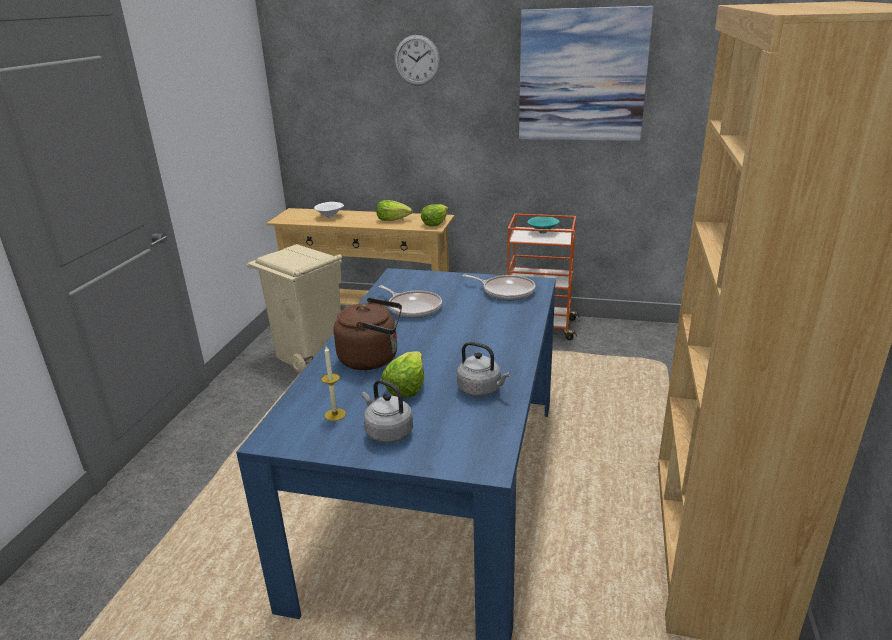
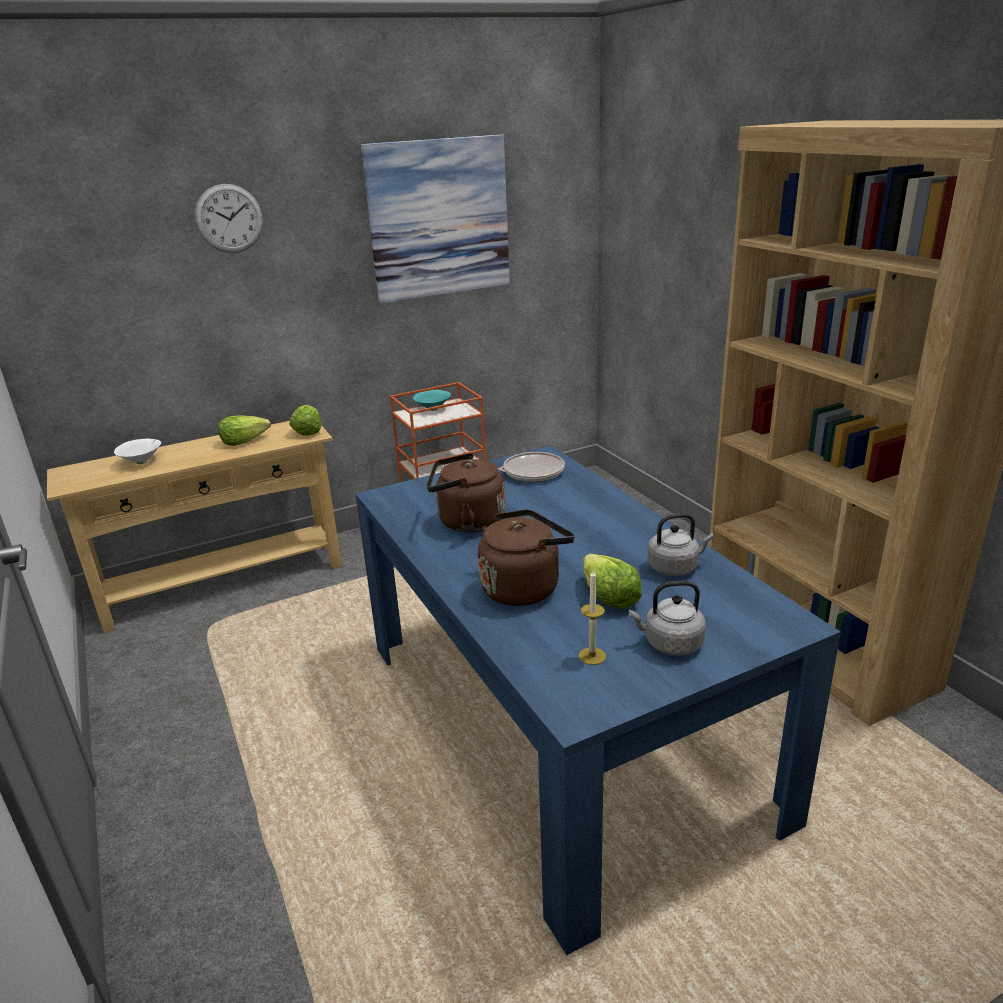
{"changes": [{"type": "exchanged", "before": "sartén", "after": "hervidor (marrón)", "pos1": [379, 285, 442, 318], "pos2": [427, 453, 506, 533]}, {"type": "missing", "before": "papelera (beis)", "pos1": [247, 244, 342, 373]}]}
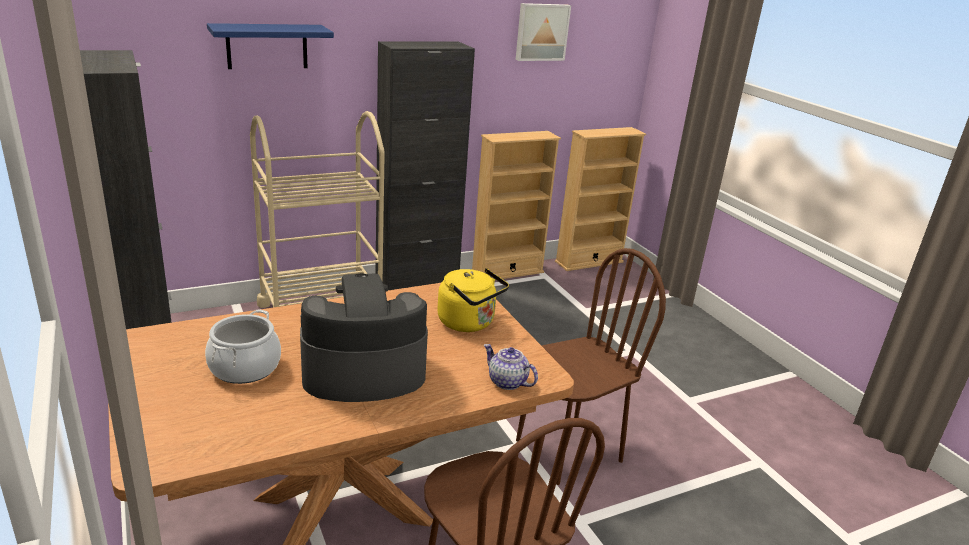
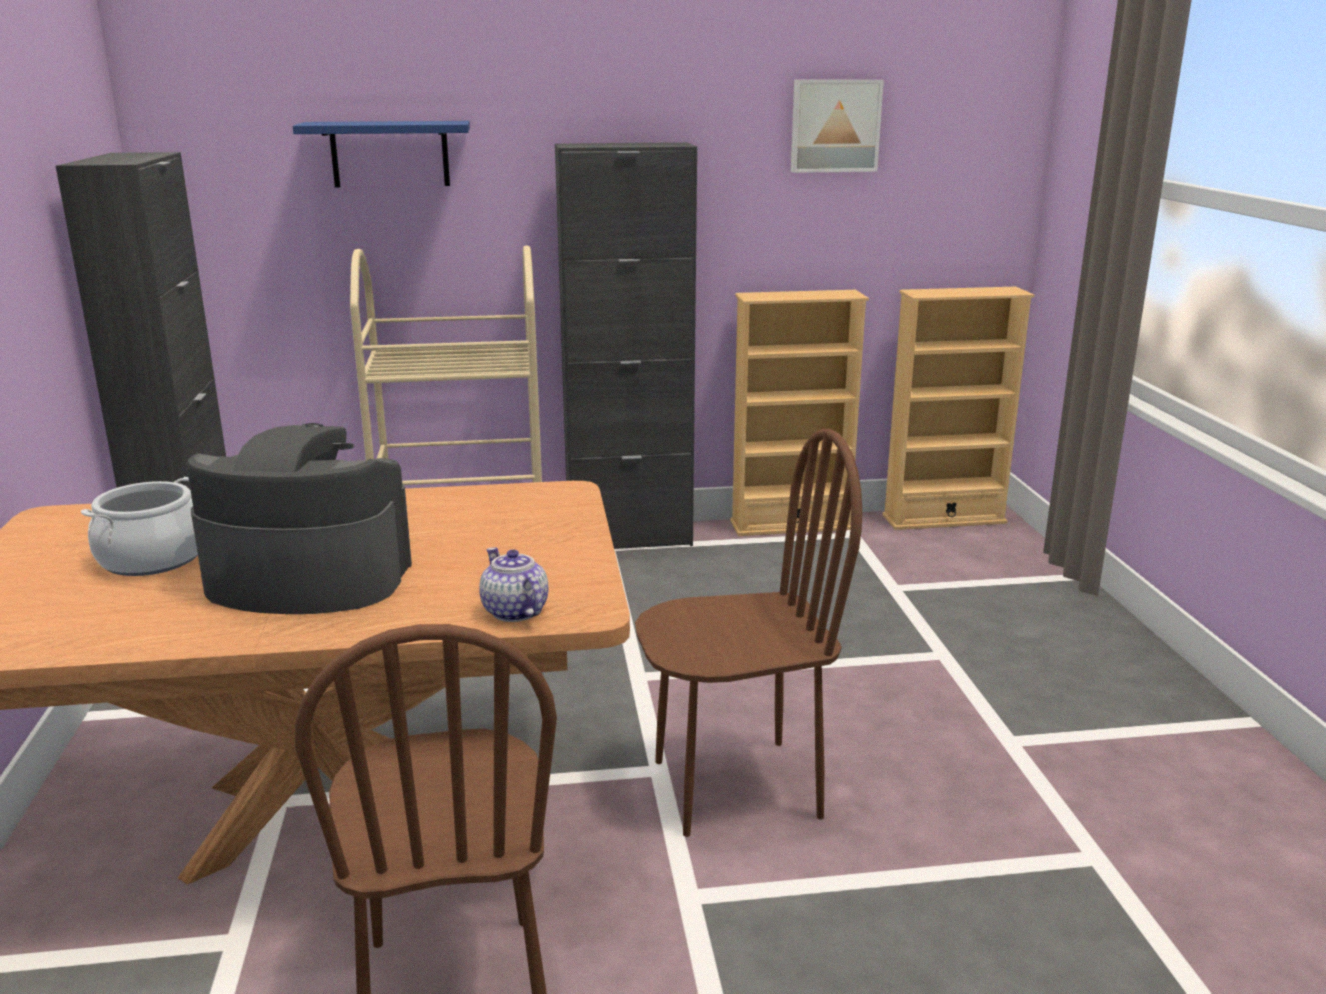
{"changes": [{"type": "missing", "before": "hervidor (amarillo)", "pos1": [437, 268, 509, 332]}]}
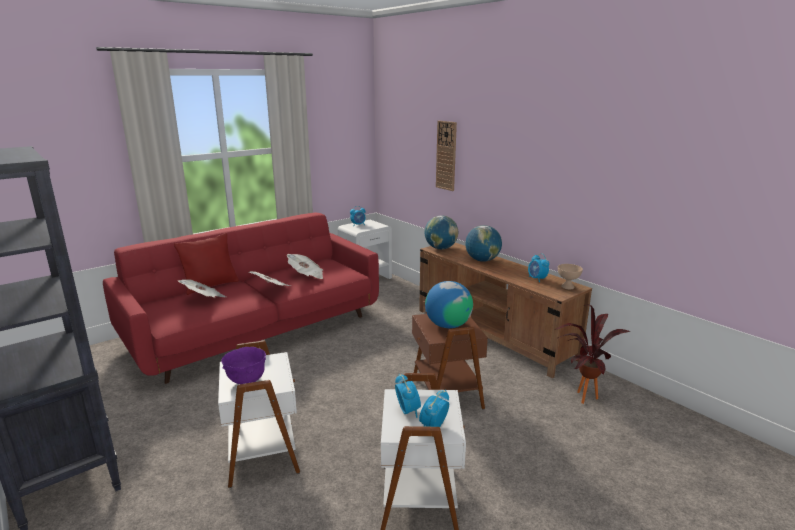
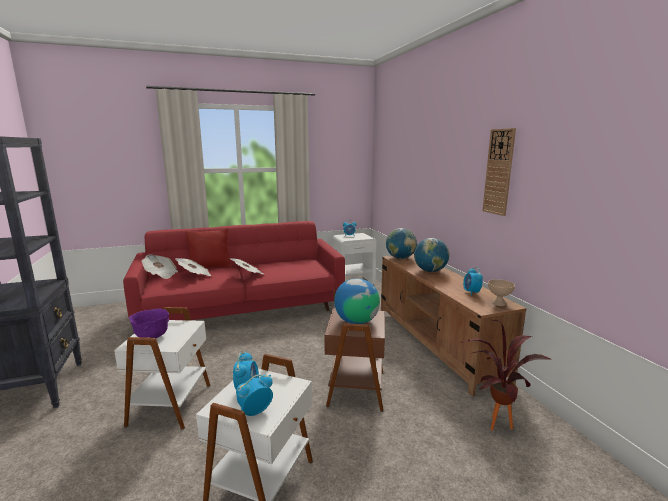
{"changes": [{"type": "relocated", "before": "periódico", "pos1": [287, 254, 323, 279], "pos2": [141, 255, 178, 279]}, {"type": "relocated", "before": "reloj de pared", "pos1": [436, 121, 457, 191], "pos2": [482, 128, 516, 216]}]}
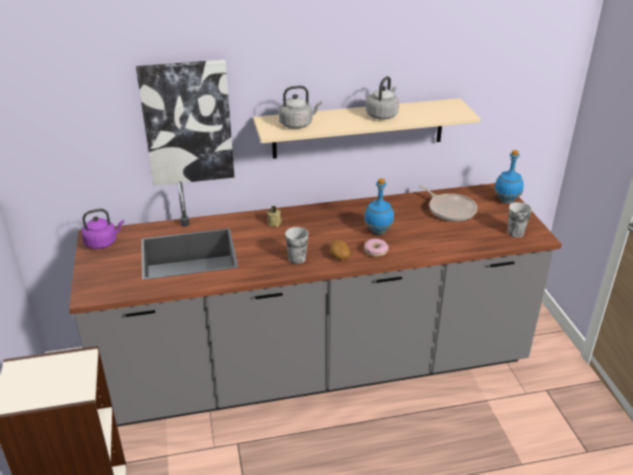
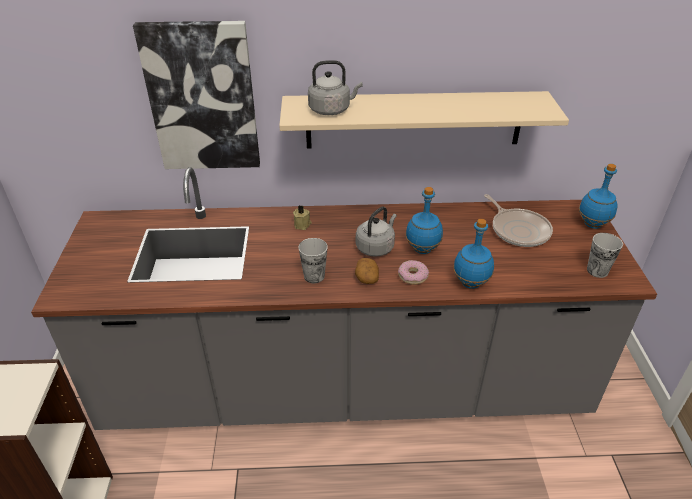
{"changes": [{"type": "relocated", "before": "hervidor (gris)", "pos1": [366, 76, 399, 120], "pos2": [356, 206, 397, 257]}, {"type": "appeared", "after": "botella (azul)", "pos2": [453, 219, 494, 289]}, {"type": "missing", "before": "hervidor (morado)", "pos1": [81, 209, 124, 249]}]}
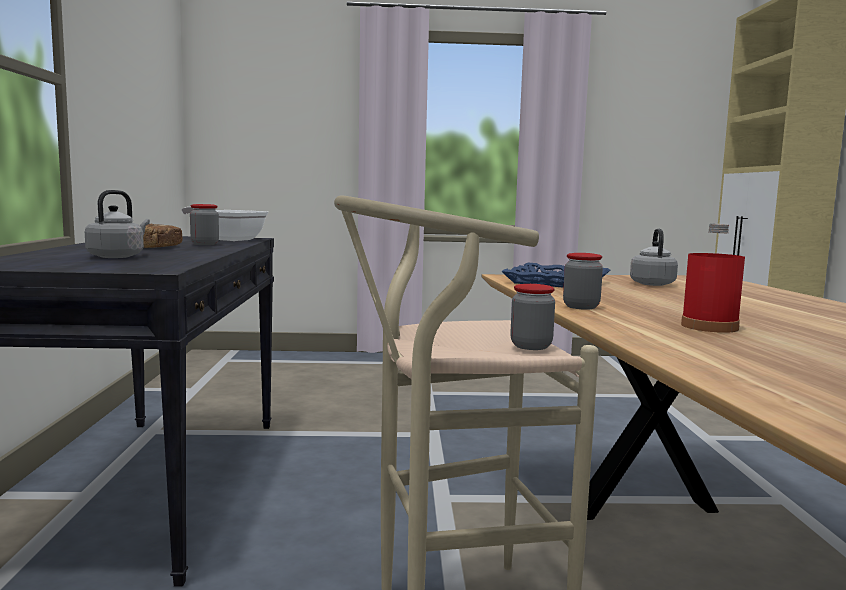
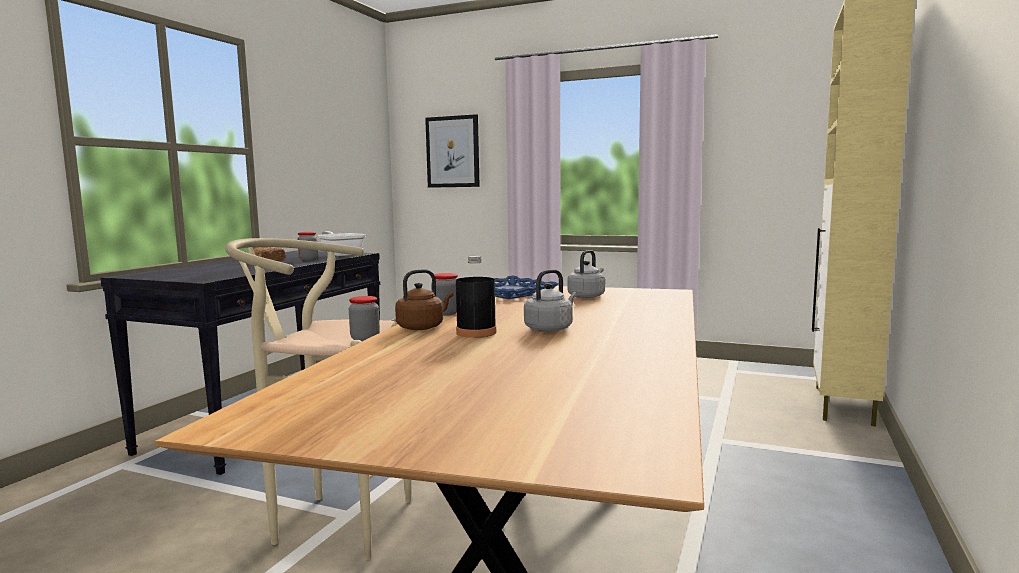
{"changes": [{"type": "appeared", "after": "hervidor (marrón)", "pos2": [395, 269, 454, 330]}, {"type": "appeared", "after": "cuadro", "pos2": [425, 114, 480, 188]}, {"type": "colour", "before": "botella (rojo)", "after": "botella (negro)", "pos1": [681, 224, 745, 333], "pos2": [456, 256, 497, 338]}, {"type": "relocated", "before": "hervidor (gris)", "pos1": [85, 190, 150, 258], "pos2": [524, 269, 577, 332]}]}
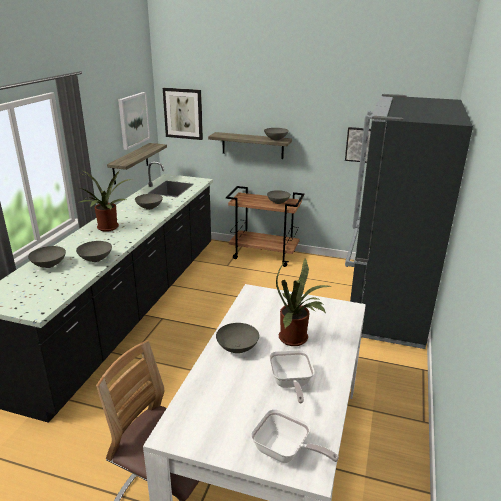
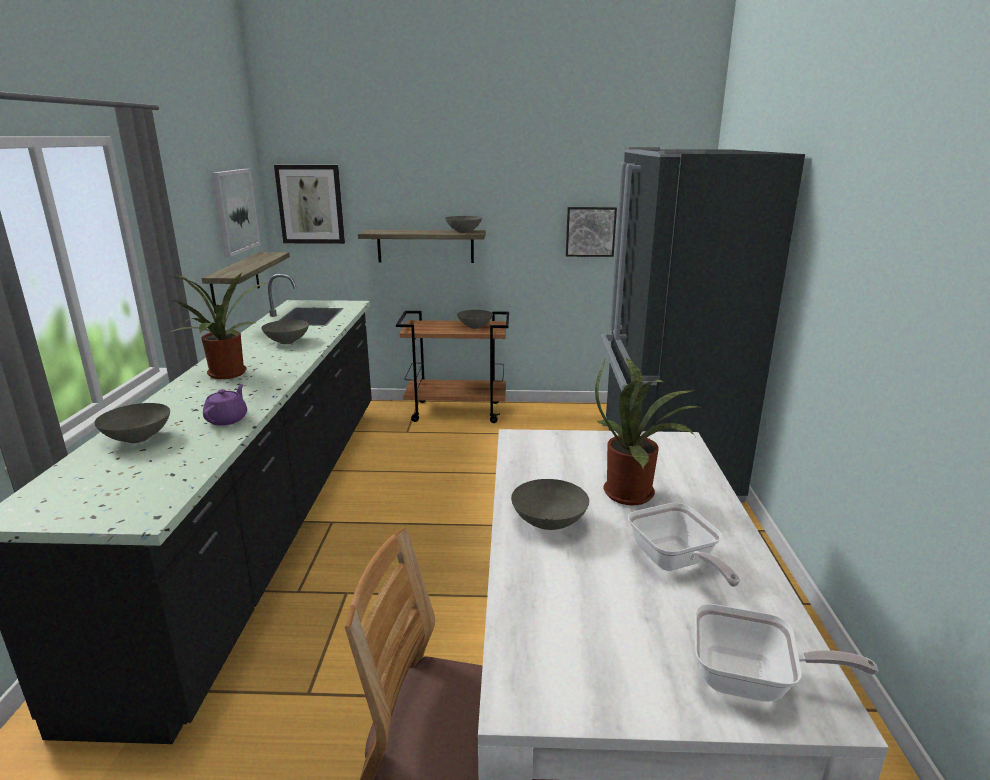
{"changes": [{"type": "exchanged", "before": "cuenco (gris)", "after": "tetera (morado)", "pos1": [76, 241, 112, 262], "pos2": [203, 384, 247, 426]}]}
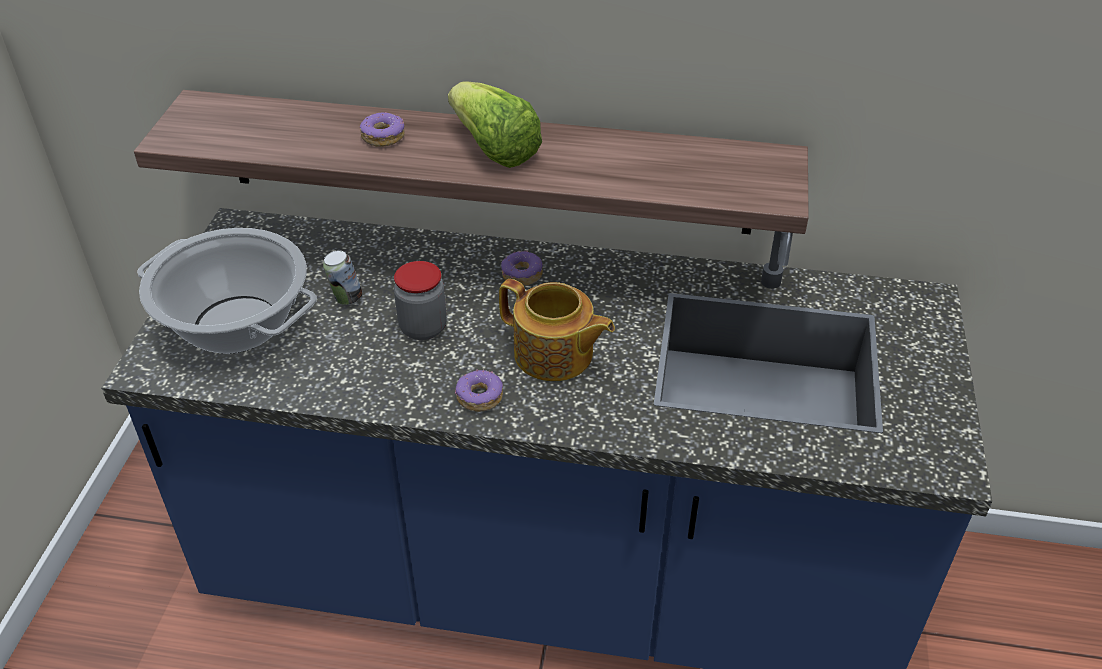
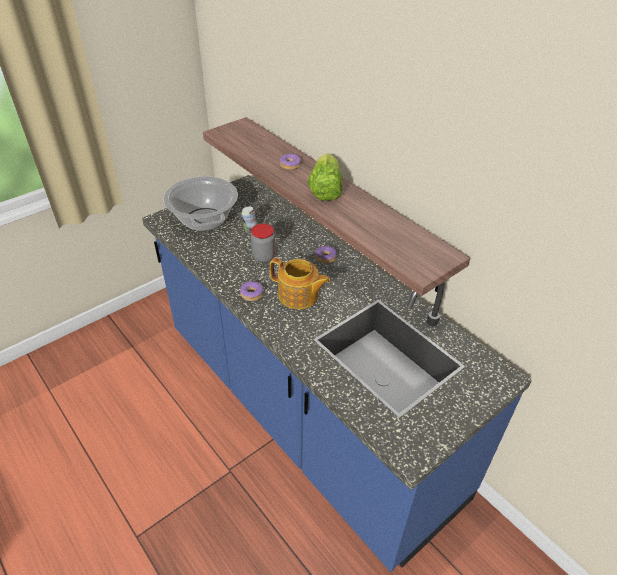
{"changes": [{"type": "spun", "before": "tetera", "pos1": [499, 279, 615, 381], "pos2": [270, 258, 330, 309], "turn": -45}]}
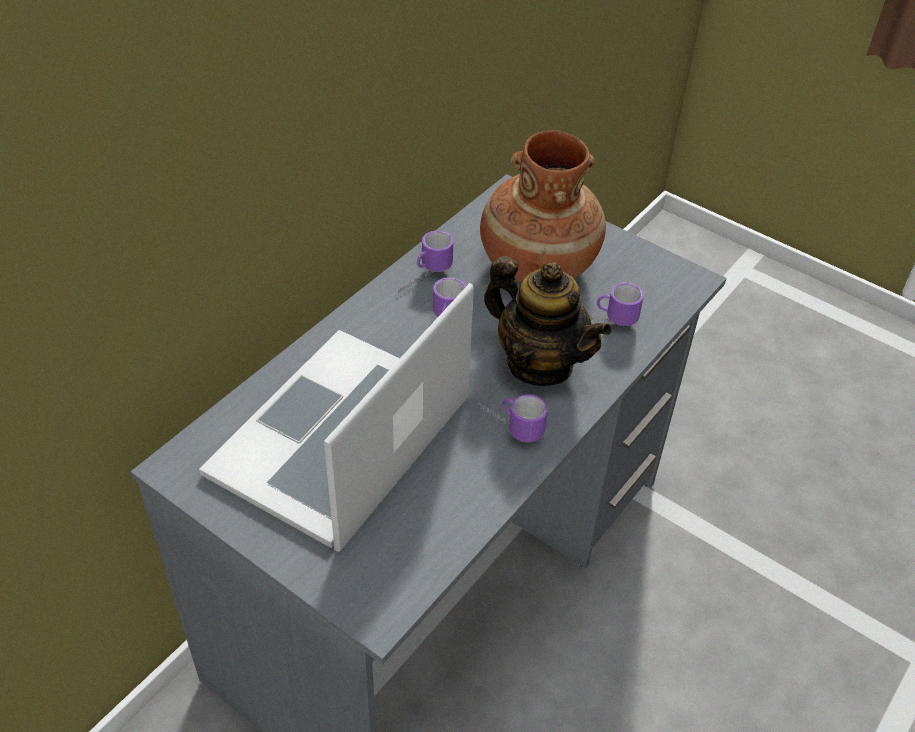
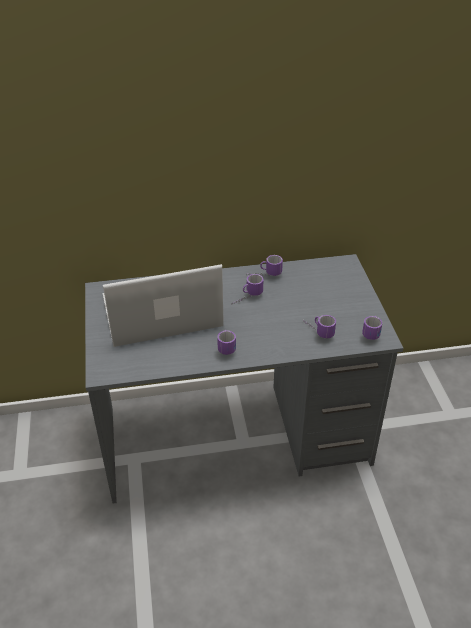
{"changes": [{"type": "appeared", "after": "taza grande", "pos2": [362, 316, 382, 340]}, {"type": "missing", "before": "florero (marrón)", "pos1": [480, 130, 606, 283]}, {"type": "missing", "before": "tetera", "pos1": [484, 256, 612, 386]}]}
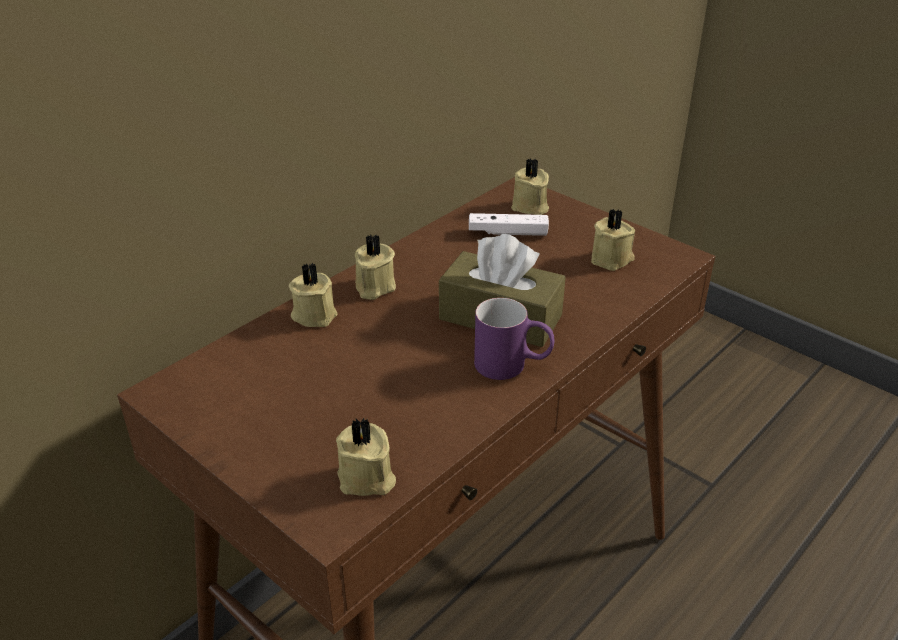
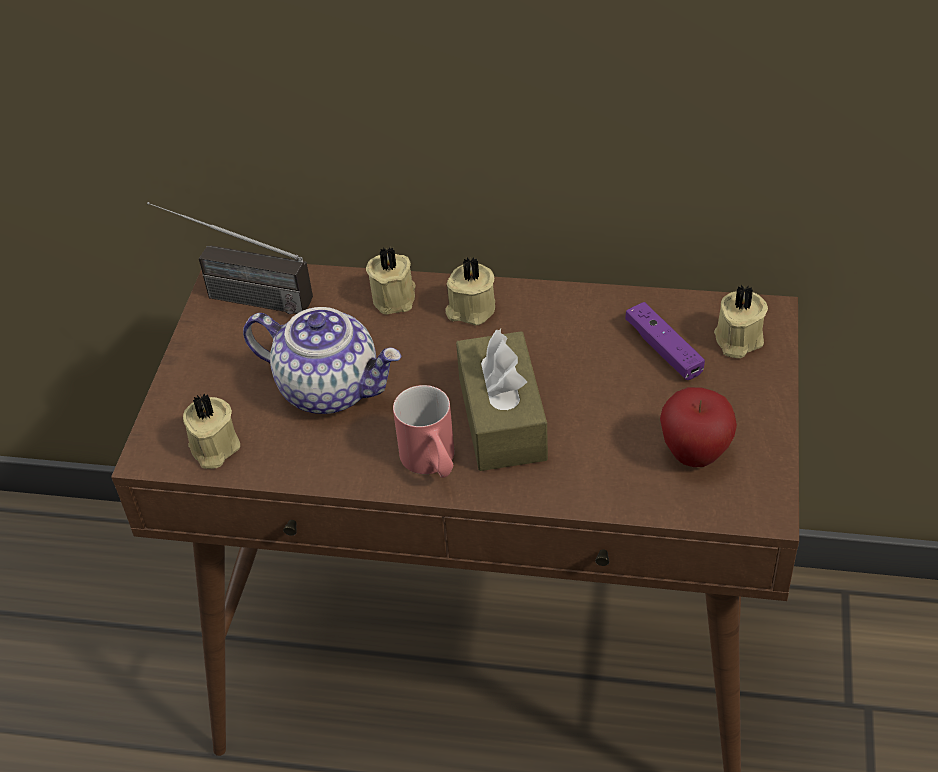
{"changes": [{"type": "appeared", "after": "radio", "pos2": [147, 202, 313, 314]}, {"type": "appeared", "after": "tetera", "pos2": [243, 307, 402, 414]}, {"type": "colour", "before": "taza grande (morado)", "after": "taza grande (rojo)", "pos1": [474, 298, 554, 380], "pos2": [393, 385, 454, 478]}, {"type": "colour", "before": "mando de consola (blanco)", "after": "mando de consola (morado)", "pos1": [469, 213, 549, 236], "pos2": [625, 302, 705, 380]}, {"type": "exchanged", "before": "vela (beis)", "after": "manzana", "pos1": [591, 209, 635, 271], "pos2": [660, 387, 737, 467]}]}
